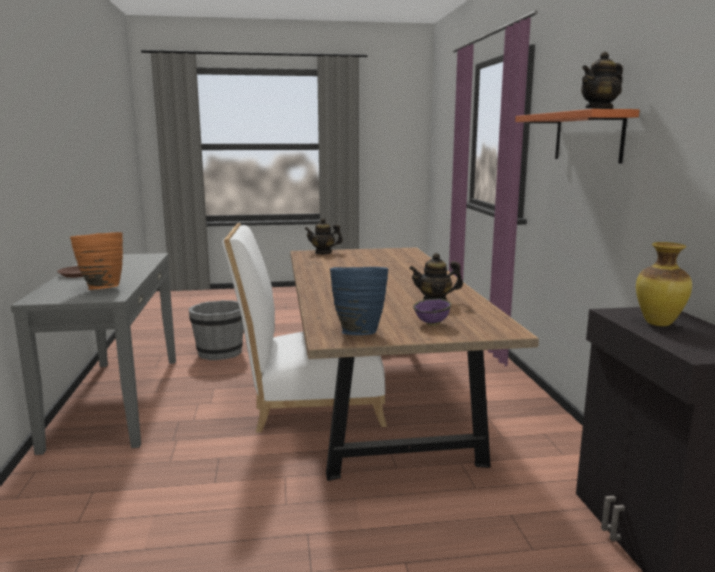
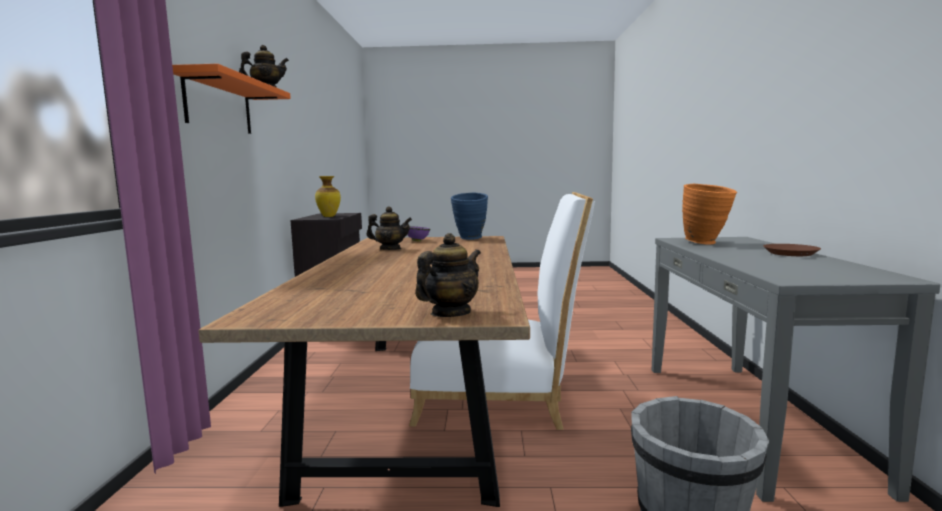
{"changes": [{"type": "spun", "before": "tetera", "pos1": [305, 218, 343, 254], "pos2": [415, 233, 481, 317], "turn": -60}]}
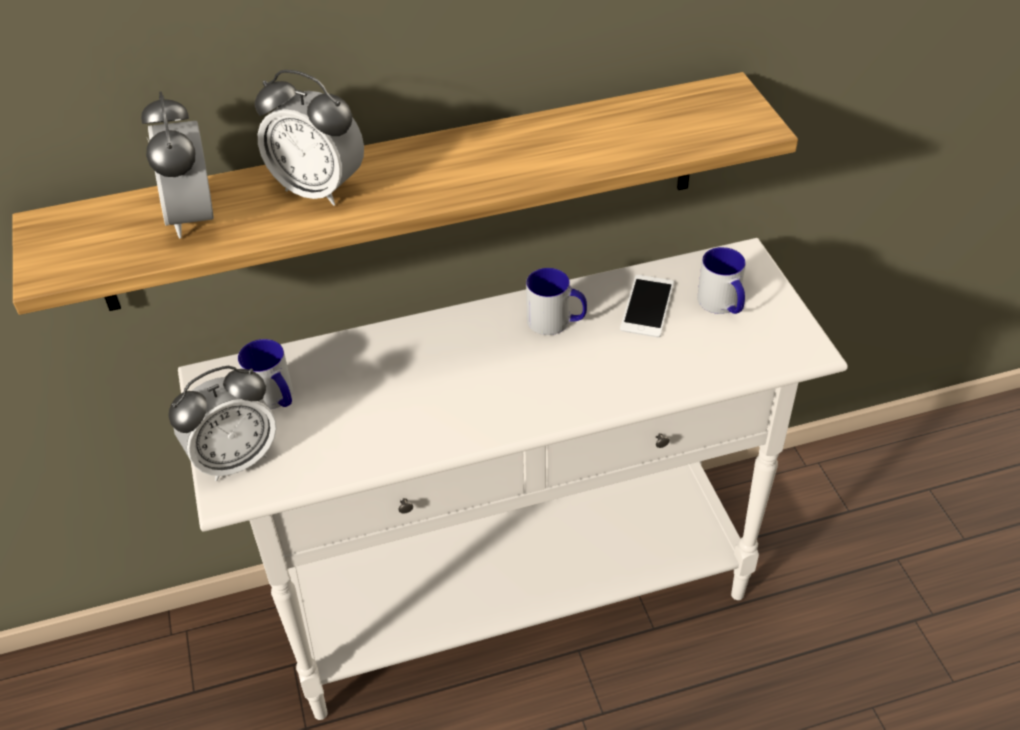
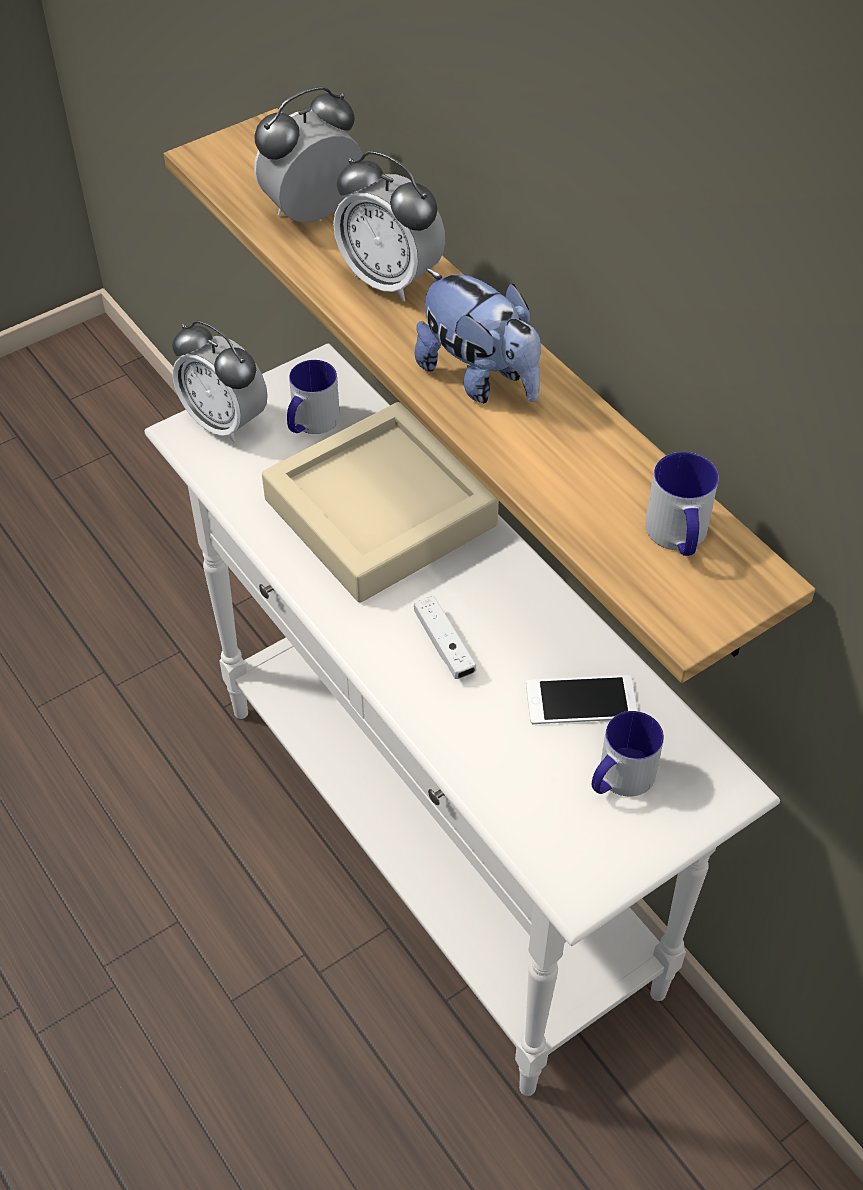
{"changes": [{"type": "appeared", "after": "bandeja (beis)", "pos2": [262, 402, 499, 603]}, {"type": "spun", "before": "despertador", "pos1": [255, 70, 364, 206], "pos2": [333, 151, 445, 302], "turn": -60}, {"type": "appeared", "after": "mando de consola (blanco)", "pos2": [414, 596, 476, 679]}, {"type": "appeared", "after": "peluche", "pos2": [415, 268, 541, 403]}, {"type": "relocated", "before": "taza grande", "pos1": [526, 268, 587, 335], "pos2": [645, 452, 719, 556]}]}
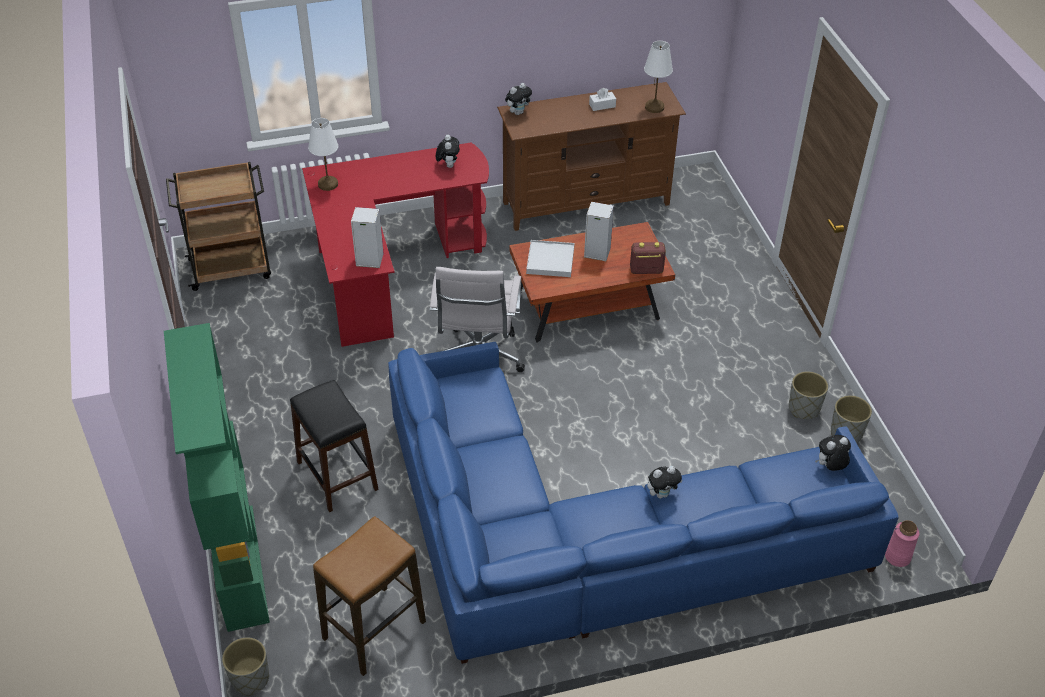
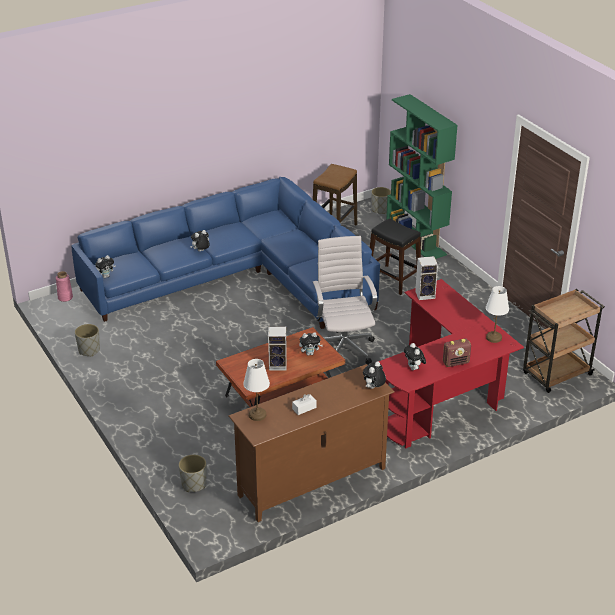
{"changes": [{"type": "relocated", "before": "maceta (gris)", "pos1": [789, 371, 828, 419], "pos2": [179, 455, 206, 492]}, {"type": "exchanged", "before": "bandeja (blanco)", "after": "peluche", "pos1": [526, 240, 574, 277], "pos2": [299, 332, 323, 356]}, {"type": "relocated", "before": "radio", "pos1": [630, 242, 666, 274], "pos2": [443, 338, 471, 367]}]}
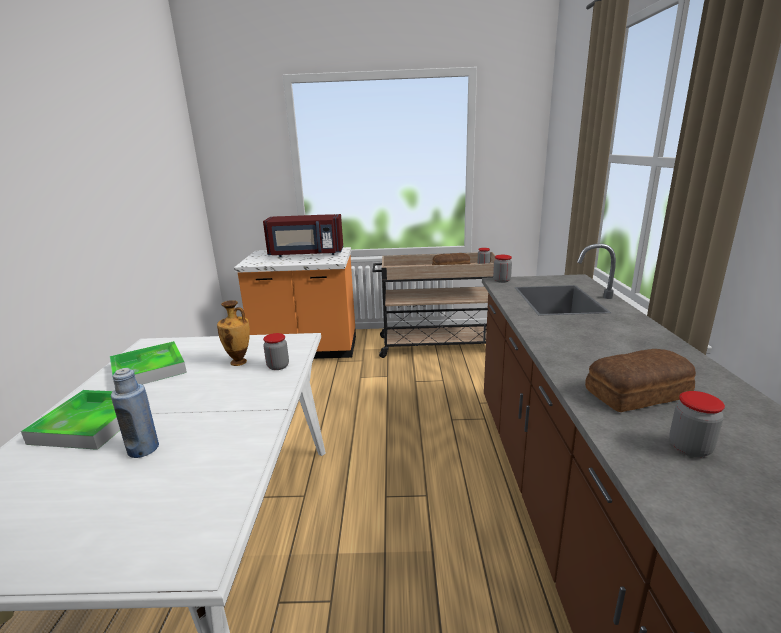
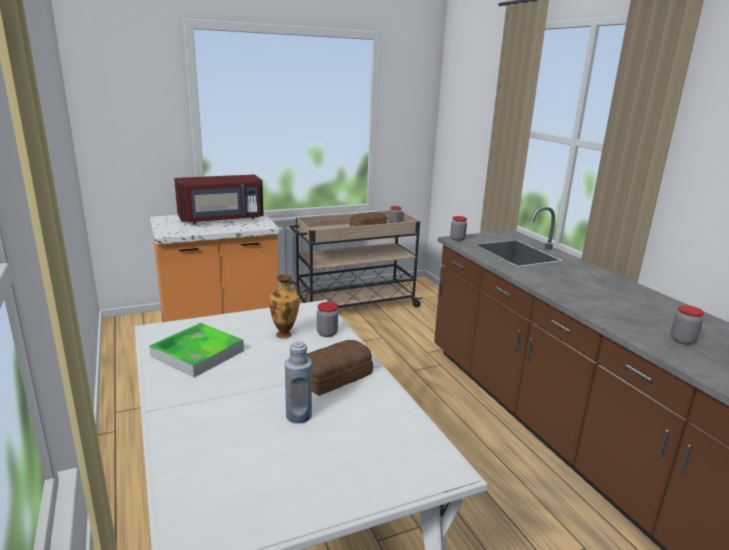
{"changes": [{"type": "relocated", "before": "pan", "pos1": [585, 349, 696, 412], "pos2": [307, 340, 373, 396]}, {"type": "missing", "before": "bandeja", "pos1": [21, 390, 150, 450]}]}
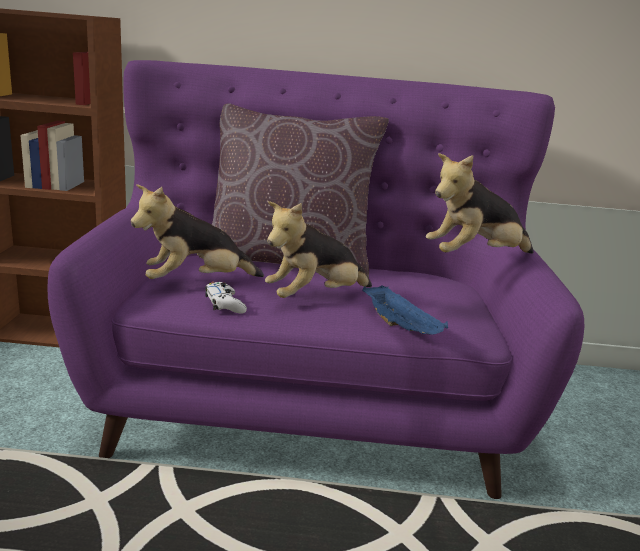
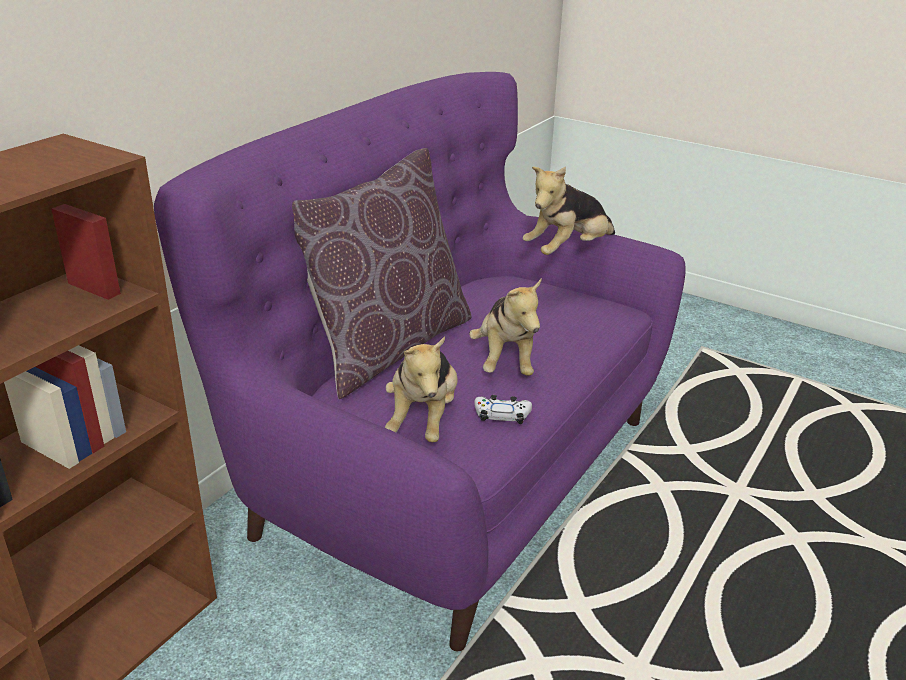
{"changes": [{"type": "spun", "before": "peluche", "pos1": [426, 153, 534, 254], "pos2": [523, 167, 615, 255], "turn": 45}, {"type": "missing", "before": "bandeja (azul)", "pos1": [362, 285, 448, 335]}]}
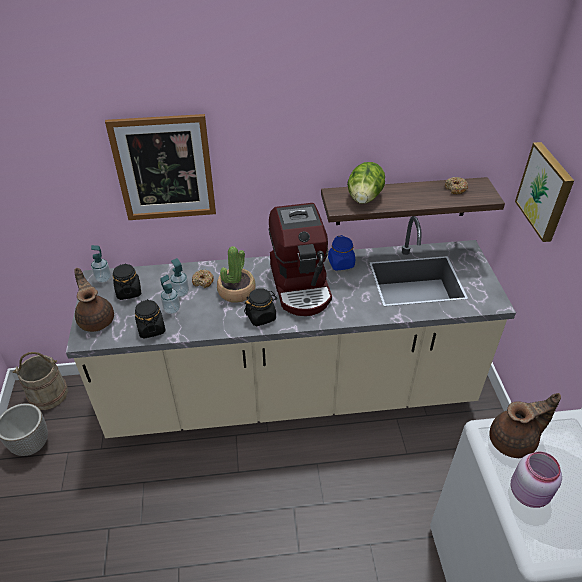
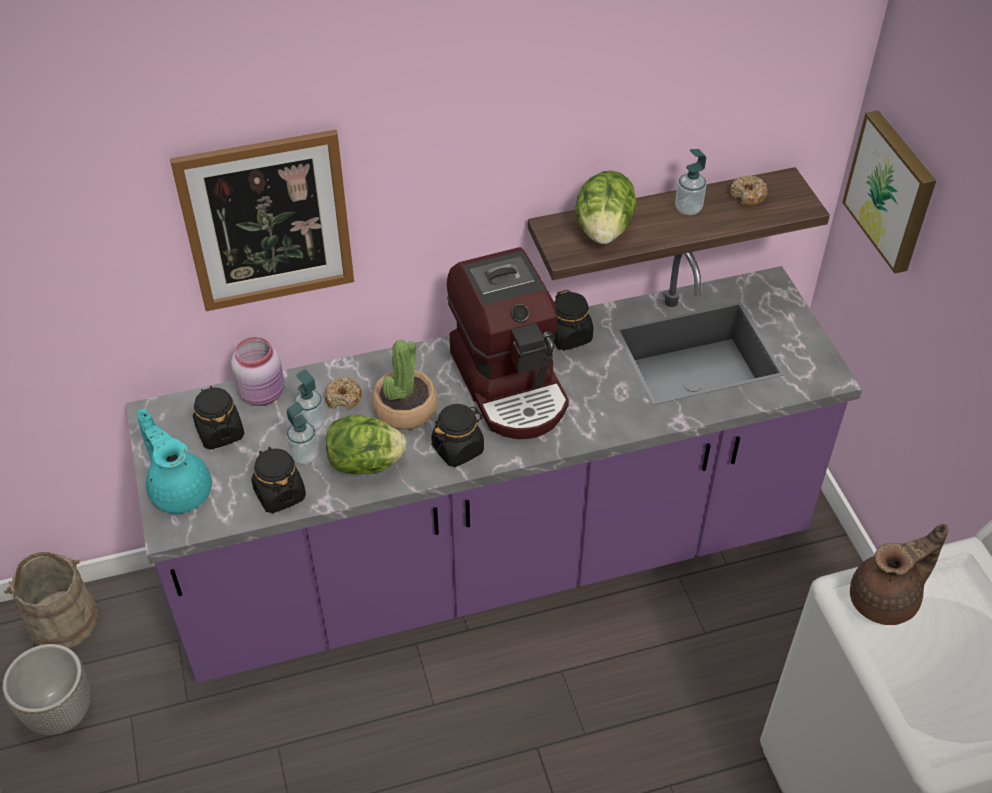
{"changes": [{"type": "colour", "before": "mueble bajo de cocina (beis)", "after": "mueble bajo de cocina (morado)", "pos1": [66, 216, 516, 438], "pos2": [126, 252, 862, 683]}, {"type": "colour", "before": "tetera (marrón)", "after": "tetera (turquesa)", "pos1": [74, 268, 114, 332], "pos2": [138, 409, 212, 514]}, {"type": "relocated", "before": "tarro (rosa)", "pos1": [511, 452, 562, 508], "pos2": [231, 337, 284, 406]}, {"type": "appeared", "after": "lechuga", "pos2": [326, 415, 406, 474]}, {"type": "colour", "before": "tarro (azul)", "after": "tarro (negro)", "pos1": [328, 235, 355, 271], "pos2": [554, 290, 594, 350]}, {"type": "relocated", "before": "dispensador de jabón", "pos1": [91, 245, 111, 283], "pos2": [675, 149, 706, 215]}]}
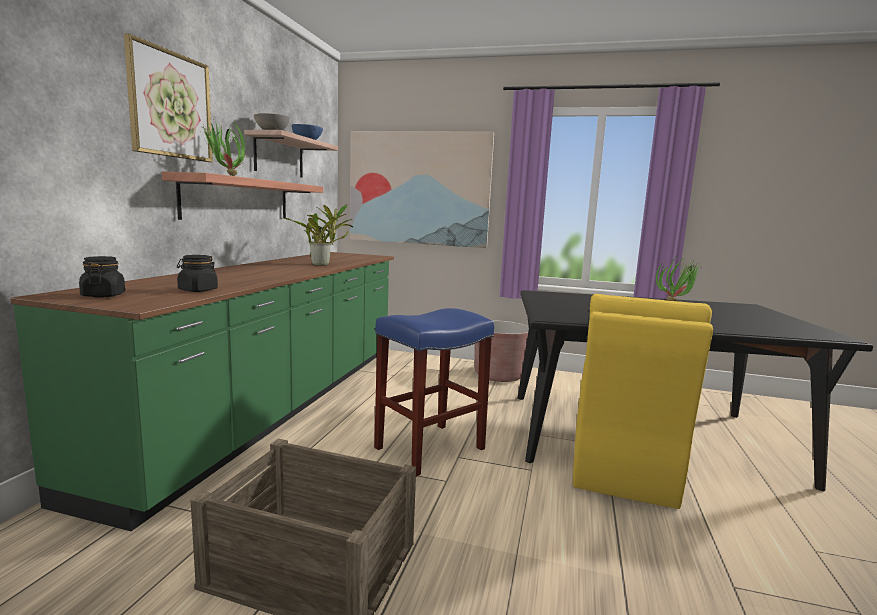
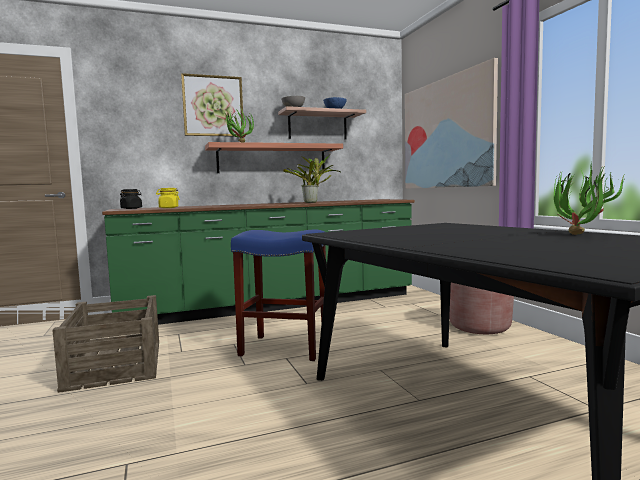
{"changes": [{"type": "colour", "before": "tarro (negro)", "after": "tarro (amarillo)", "pos1": [177, 255, 218, 292], "pos2": [156, 188, 180, 208]}, {"type": "missing", "before": "silla (amarillo)", "pos1": [573, 294, 713, 509]}]}
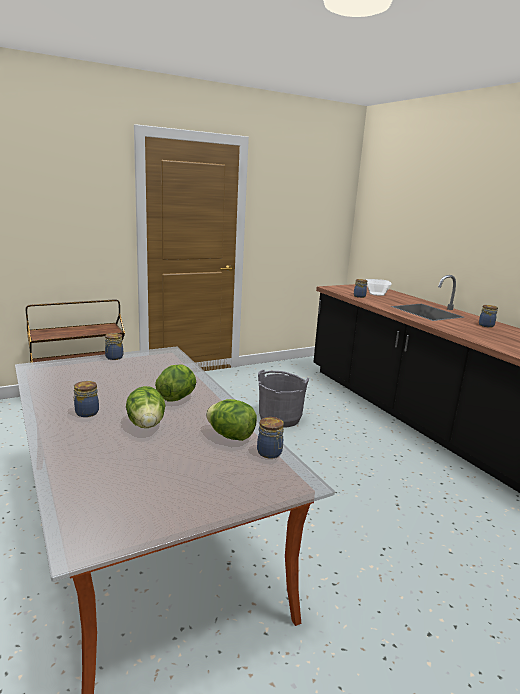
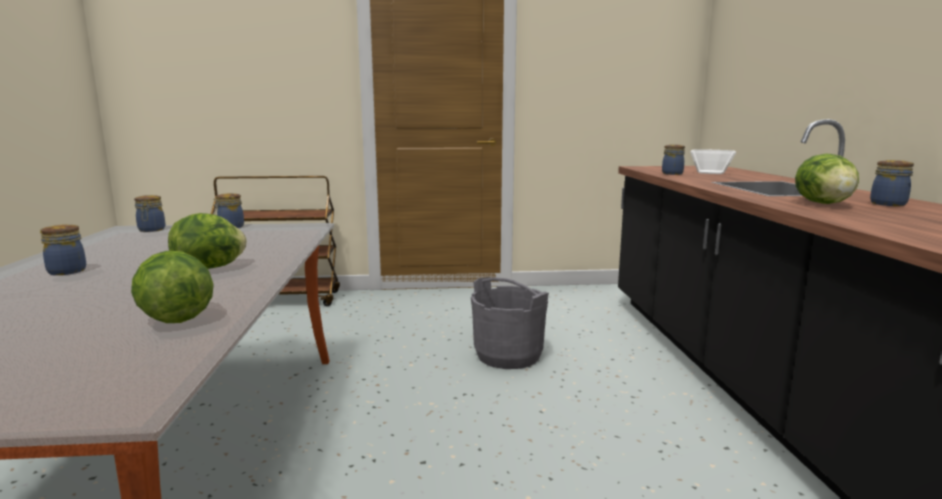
{"changes": [{"type": "relocated", "before": "tarro", "pos1": [257, 417, 284, 458], "pos2": [134, 195, 165, 232]}, {"type": "relocated", "before": "lechuga", "pos1": [126, 386, 165, 428], "pos2": [795, 154, 859, 204]}]}
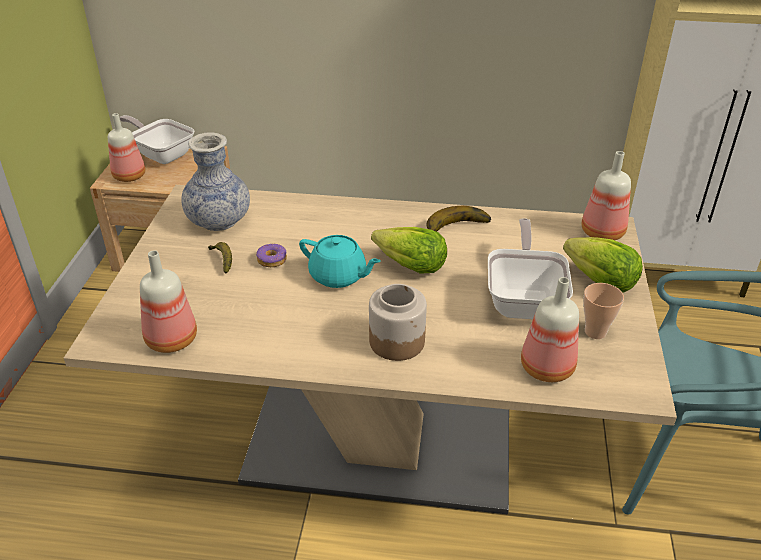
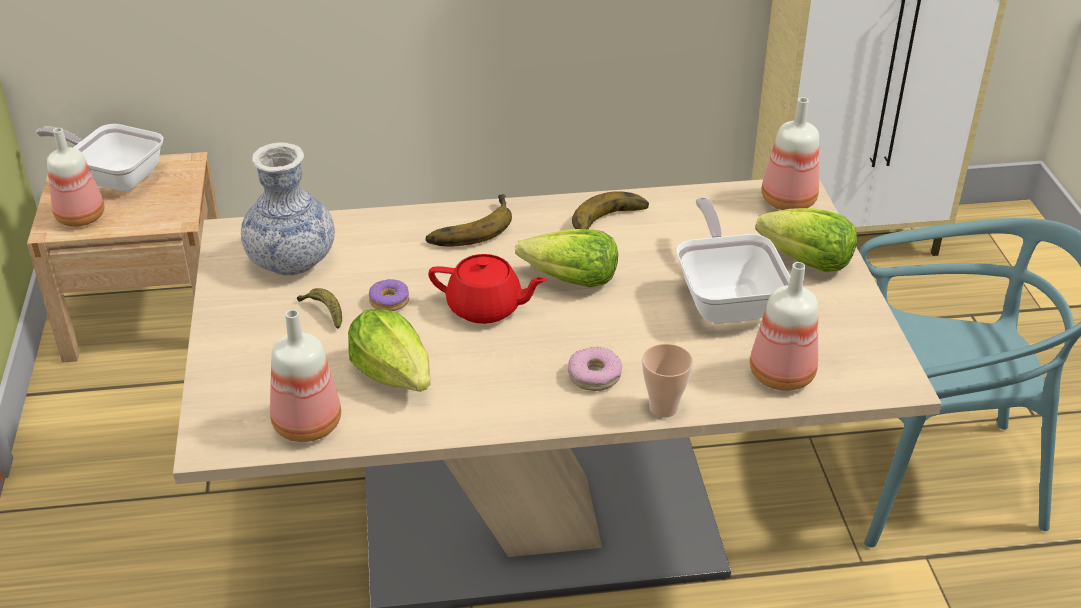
{"changes": [{"type": "appeared", "after": "lechuga", "pos2": [348, 309, 430, 392]}, {"type": "appeared", "after": "plátano", "pos2": [425, 194, 512, 247]}, {"type": "colour", "before": "tetera (turquesa)", "after": "tetera (rojo)", "pos1": [299, 235, 381, 288], "pos2": [428, 254, 547, 324]}, {"type": "exchanged", "before": "tarro", "after": "rosquilla", "pos1": [369, 284, 427, 361], "pos2": [568, 347, 622, 391]}, {"type": "relocated", "before": "taza", "pos1": [583, 283, 624, 339], "pos2": [642, 344, 693, 418]}]}
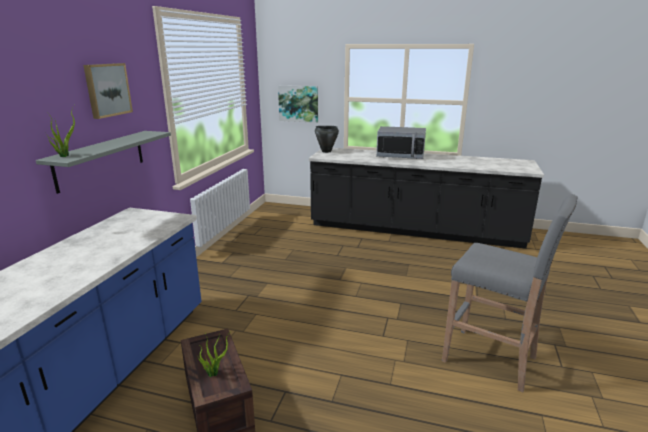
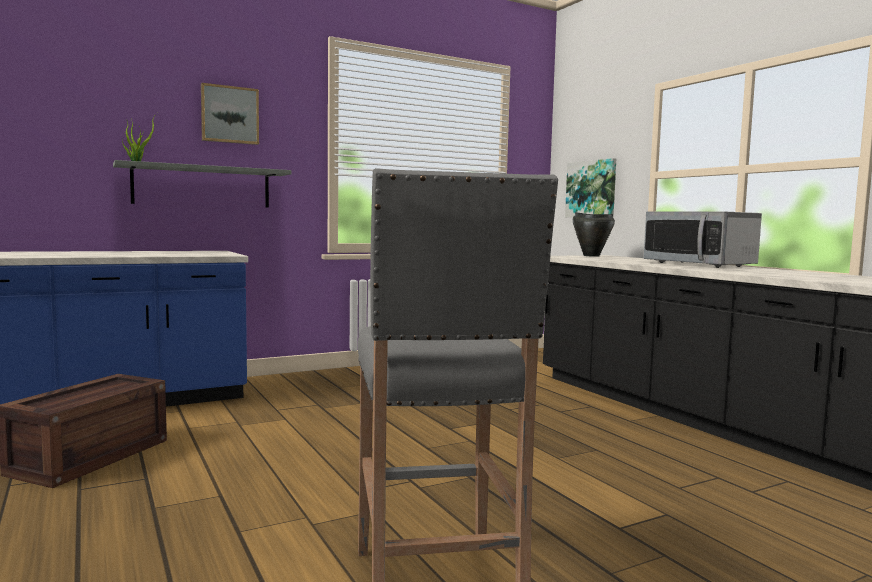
{"changes": [{"type": "missing", "before": "planta en maceta", "pos1": [198, 333, 228, 377]}]}
